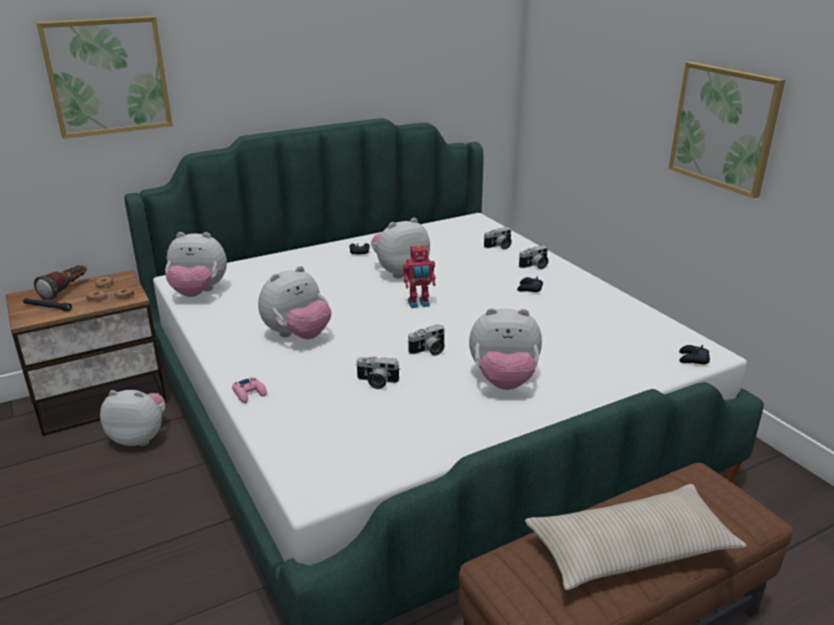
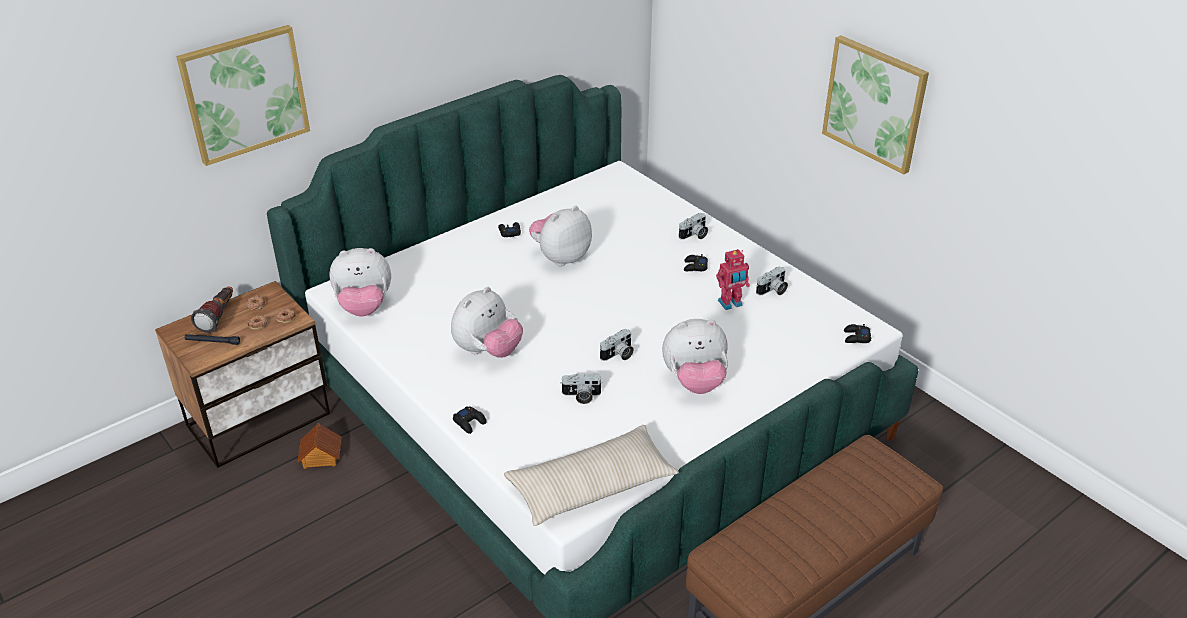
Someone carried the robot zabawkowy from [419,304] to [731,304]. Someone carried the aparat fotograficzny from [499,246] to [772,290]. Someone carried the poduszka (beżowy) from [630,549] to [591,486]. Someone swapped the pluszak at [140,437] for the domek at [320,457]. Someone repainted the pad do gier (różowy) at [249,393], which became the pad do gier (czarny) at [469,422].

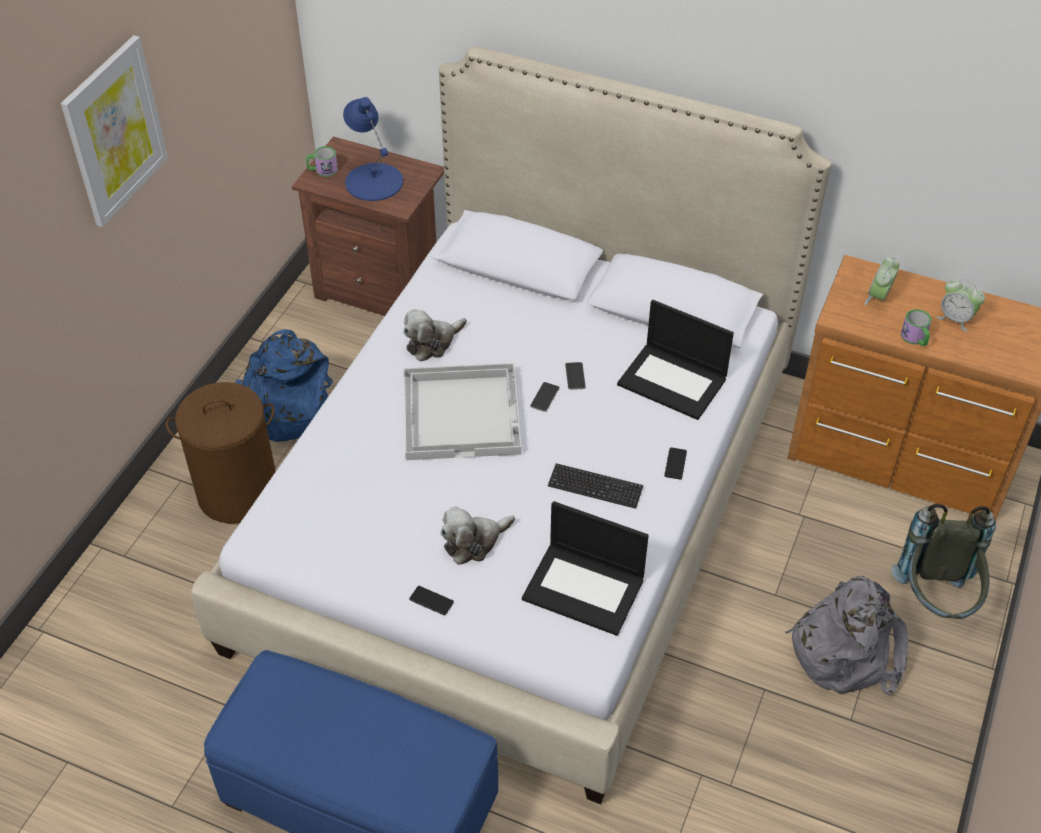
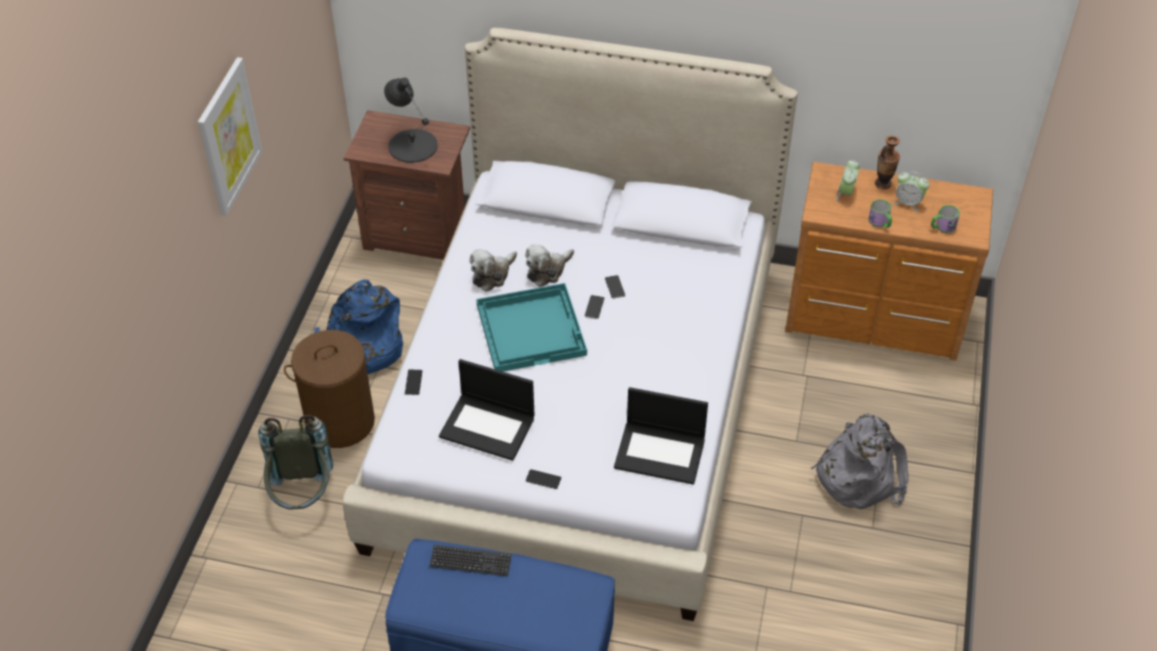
Someone put down the wazon at [883,184]. Someone carried the kubek from [322,170] to [942,227]. Someone carried the pluszak from [474,542] to [547,271]. Someone carried the klawiatura from [595,487] to [470,561]. Someone carried the laptop from [673,381] to [488,427]. Someone carried the telefon from [675,464] to [413,382]. Someone carried the plecak (szary) from [936,602] to [302,497]. Someone repainted the lampa stołowa (niebieski) at [374,181], which became the lampa stołowa (czarny) at [412,145]. Someone repainted the taca (biały) at [462,413], which became the taca (turkusowy) at [531,329].

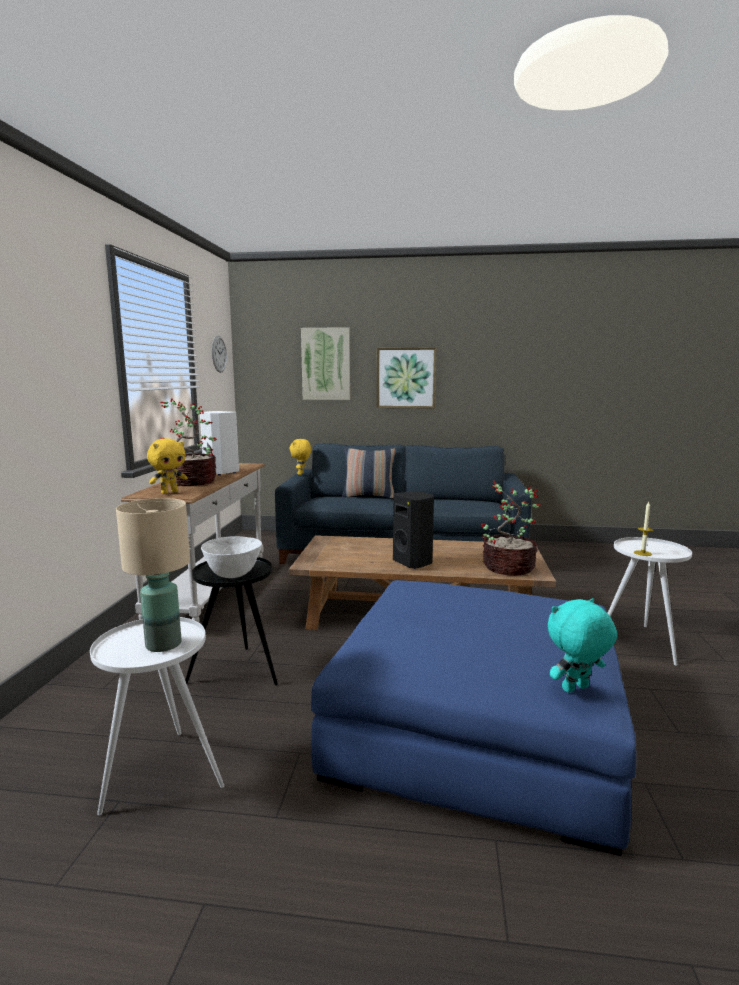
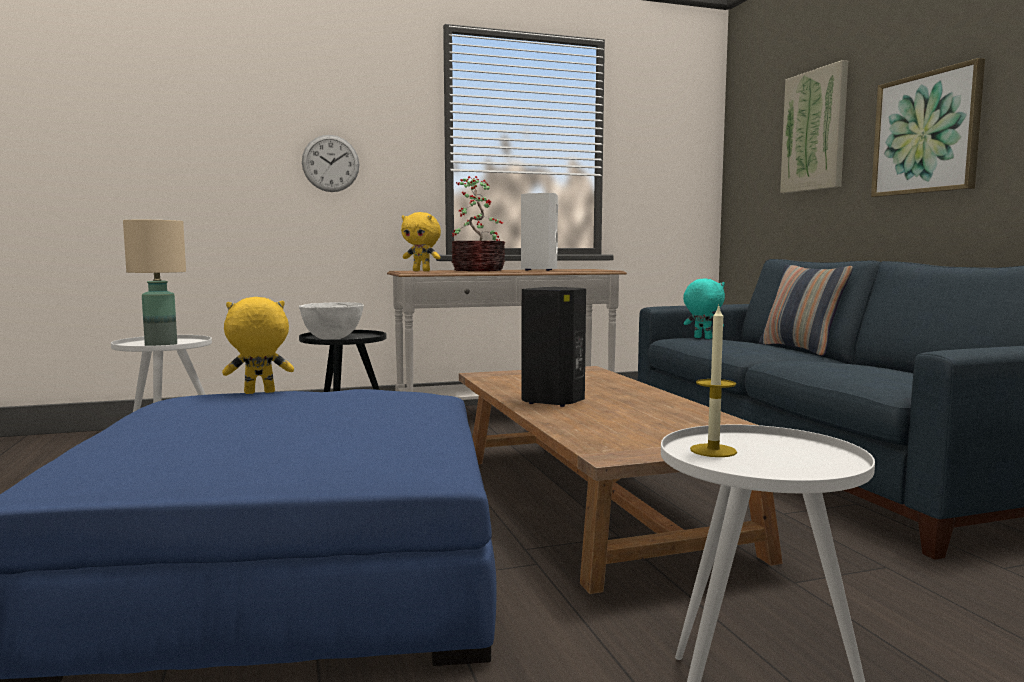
Someone took away the roślina doniczkowa at [507,568]. Someone carried the zegar ścienny from [219,354] to [330,163]. Someone carried the pluszak (żółty) from [301,474] to [259,393]. Someone carried the pluszak (turkusowy) from [576,689] to [702,338].

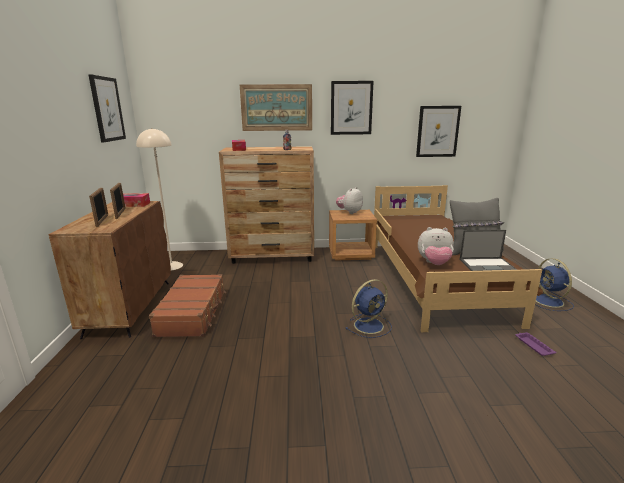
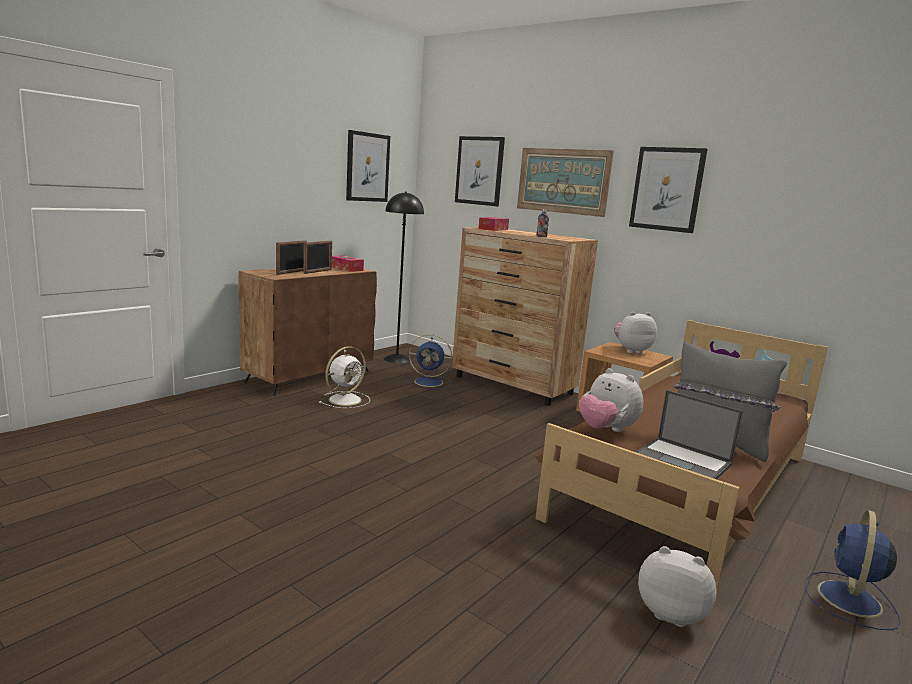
Someone carried the wentylator (niebieski) from [369,325] to [430,382]. Someone carried the obraz from [437,131] to [479,171]. Someone swapped the walizka (brązowy) at [193,312] for the wentylator (biały) at [346,399]. Someone swapped the taca (fioletowy) at [533,345] for the pluszak at [671,613]. Someone repainted the lampa stojąca (beżowy) at [171,266], which became the lampa stojąca (czarny) at [396,359].

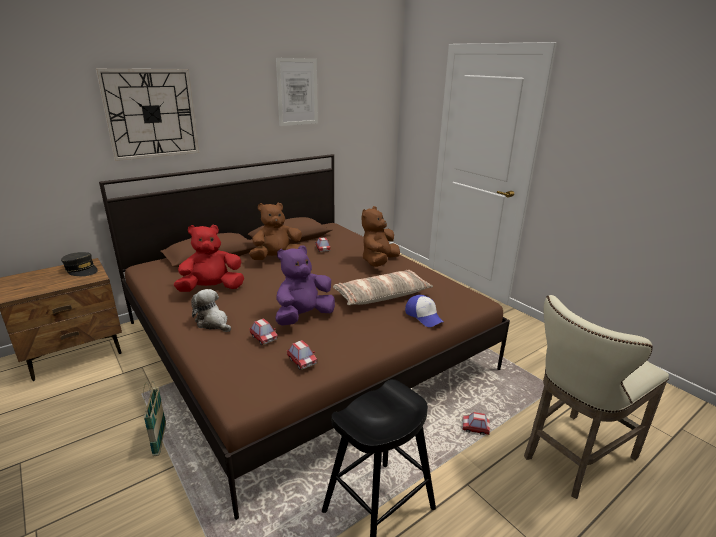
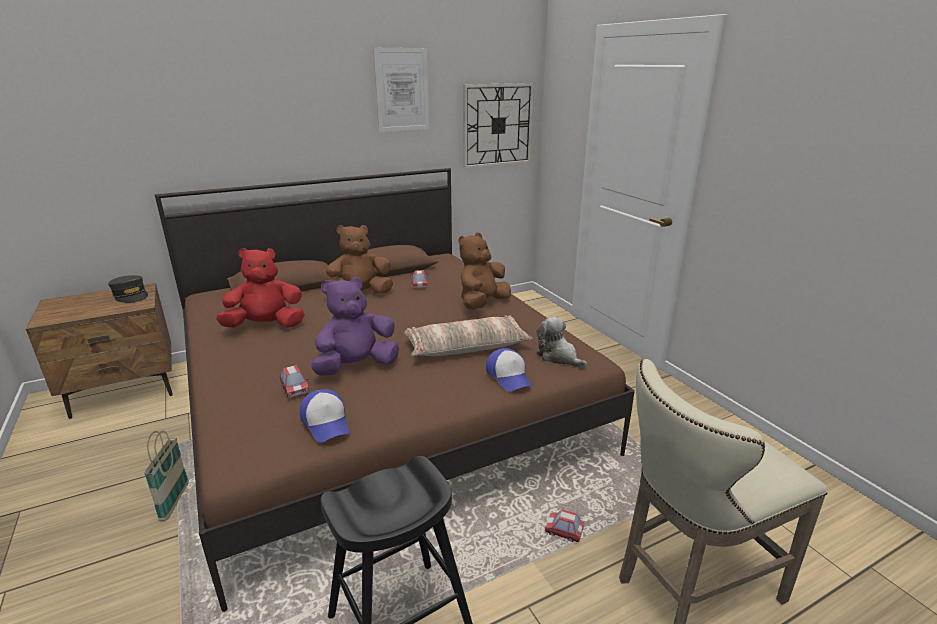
Someone carried the zegar ścienny from [151,114] to [497,125]. Someone carried the pluszak from [213,323] to [558,357]. Someone swapped the samochodzik at [302,361] for the czapka z daszkiem at [326,422].

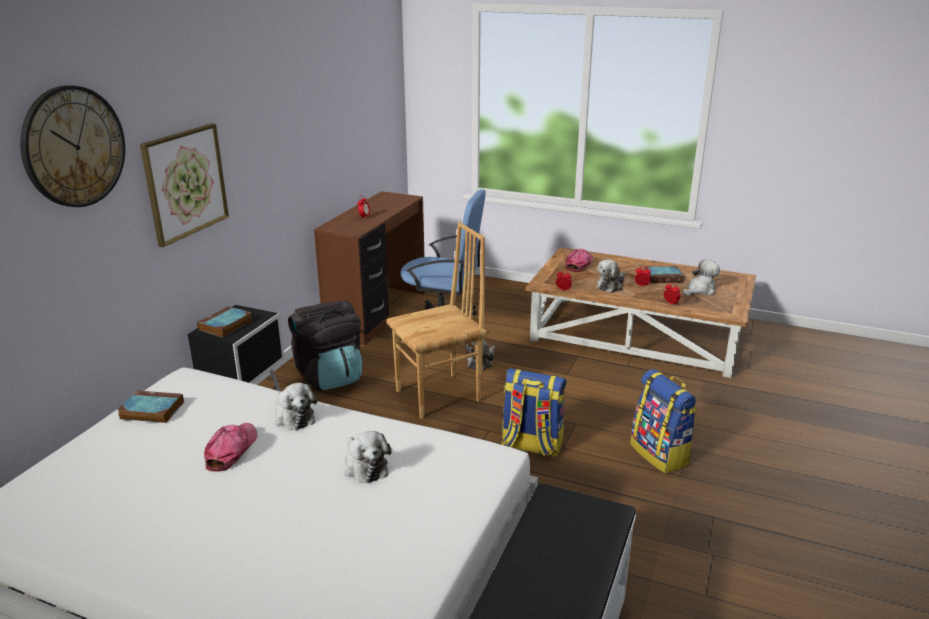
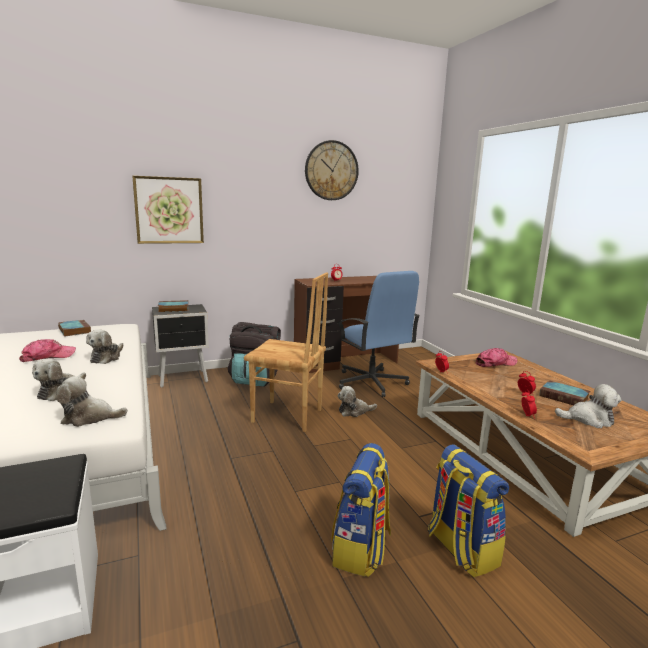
Someone carried the zegar ścienny from [73,147] to [331,170]. Someone carried the plecak from [531,446] to [460,549]. Someone carried the pluszak from [611,285] to [89,417].

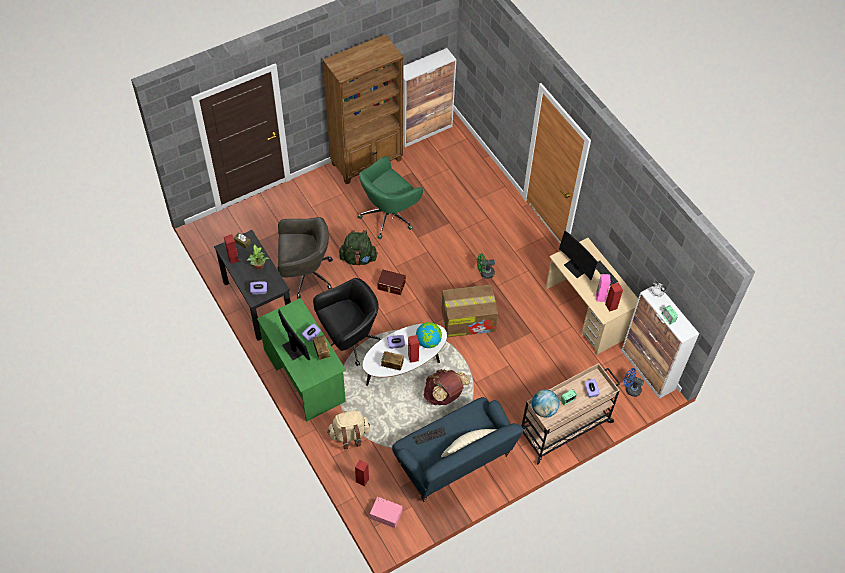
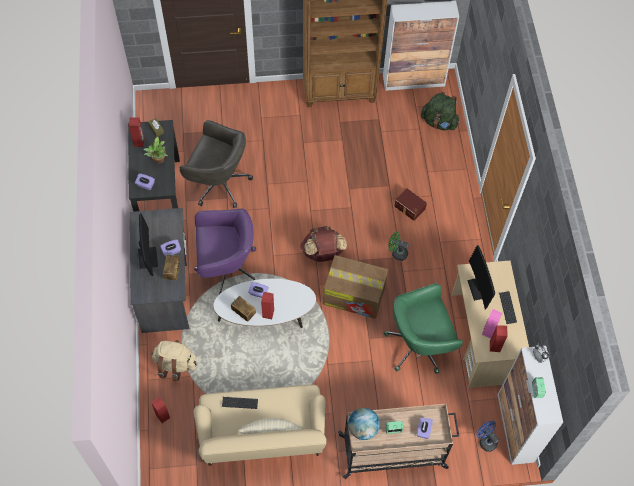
Someone took away the pojemnik do przechowywania (różowy) at [386,514]. Someone took away the globus at [428,341]. Someone carried the plecak (zielony) from [358,258] to [439,122]. Someone carried the krzesło biurowe (zielony) from [389,215] to [419,345]. Someone carried the pojemnik do przechowywania (brązowy) from [391,286] to [409,208]. Someone carried the plecak (brązowy) from [444,395] to [323,253]. Someone repainted the biurko (zielony) at [304,375], which became the biurko (szary) at [164,285]. Someone repainted the krzesło biurowe (czarny) at [349,340], which became the krzesło biurowe (fioletowy) at [226,268]. Someone repainted the kanapa (niebieski) at [454,461], which became the kanapa (beżowy) at [262,437].

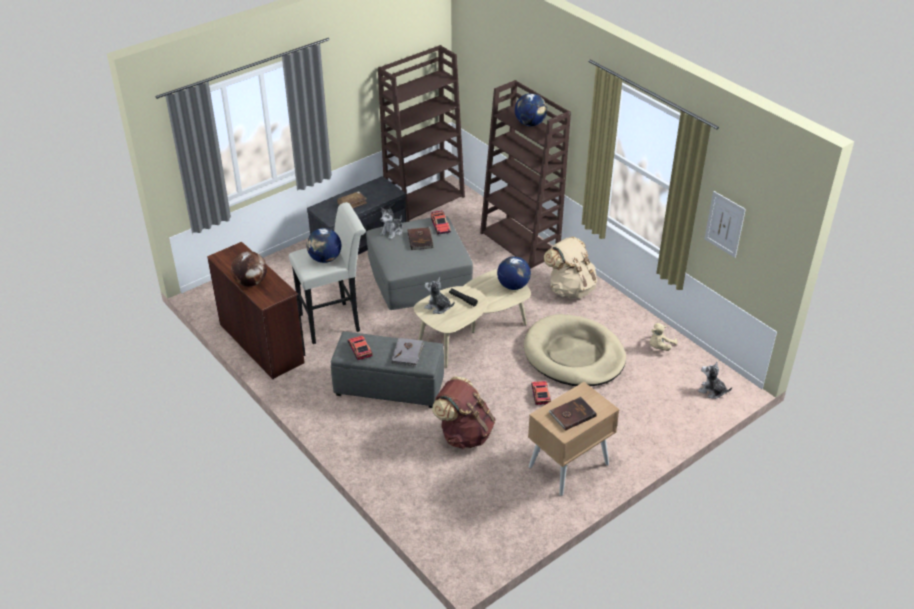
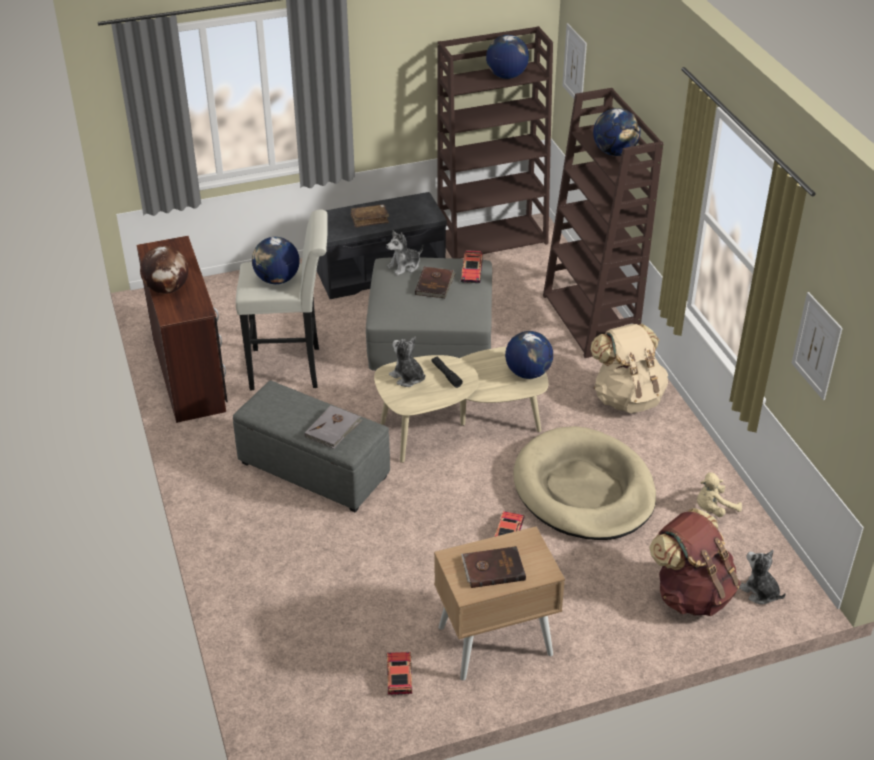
Someone put down the globus at [506,76]. Someone put up the obraz at [575,65]. Someone carried the samochodzik from [360,349] to [399,675]. Someone carried the plecak (brązowy) from [464,434] to [691,593].

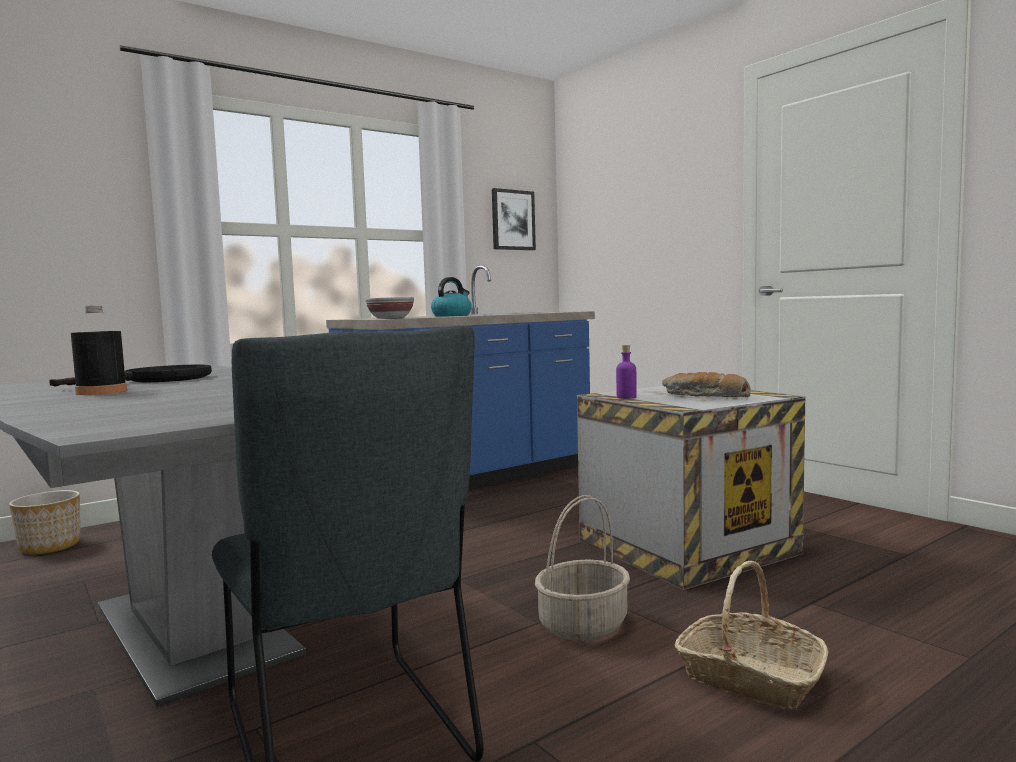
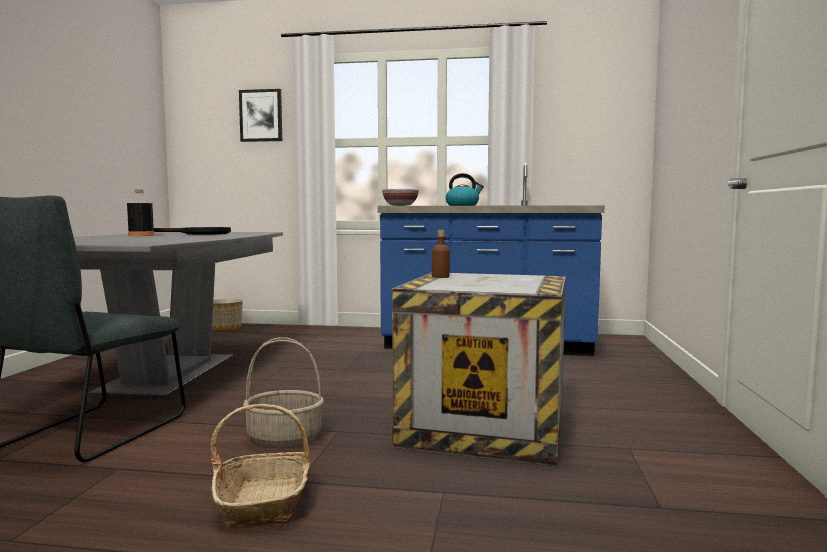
Someone took away the chleb at [705,396]. Someone carried the obraz from [512,220] to [261,115]. Someone repainted the butelka (fioletowy) at [626,397], which became the butelka (brązowy) at [440,277].

